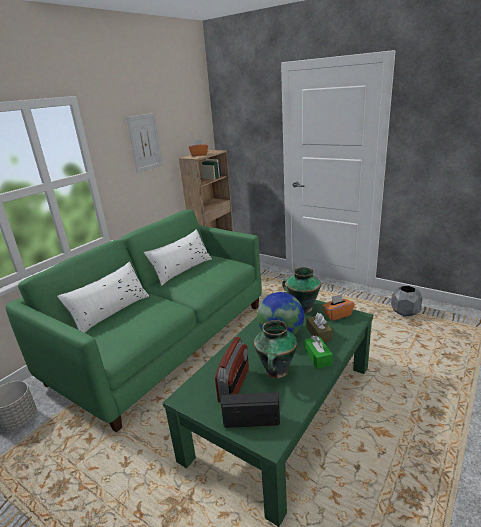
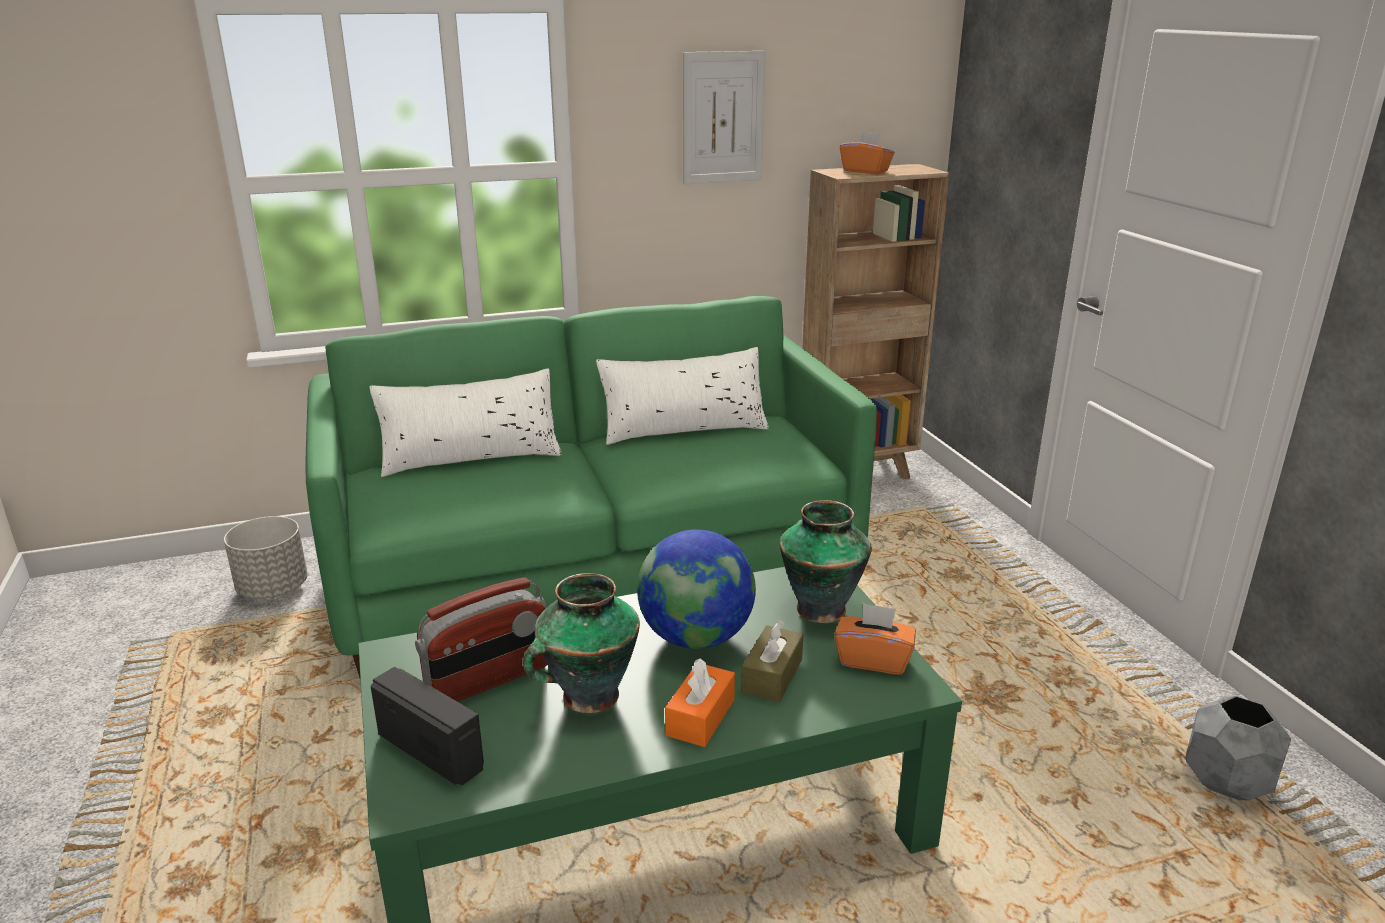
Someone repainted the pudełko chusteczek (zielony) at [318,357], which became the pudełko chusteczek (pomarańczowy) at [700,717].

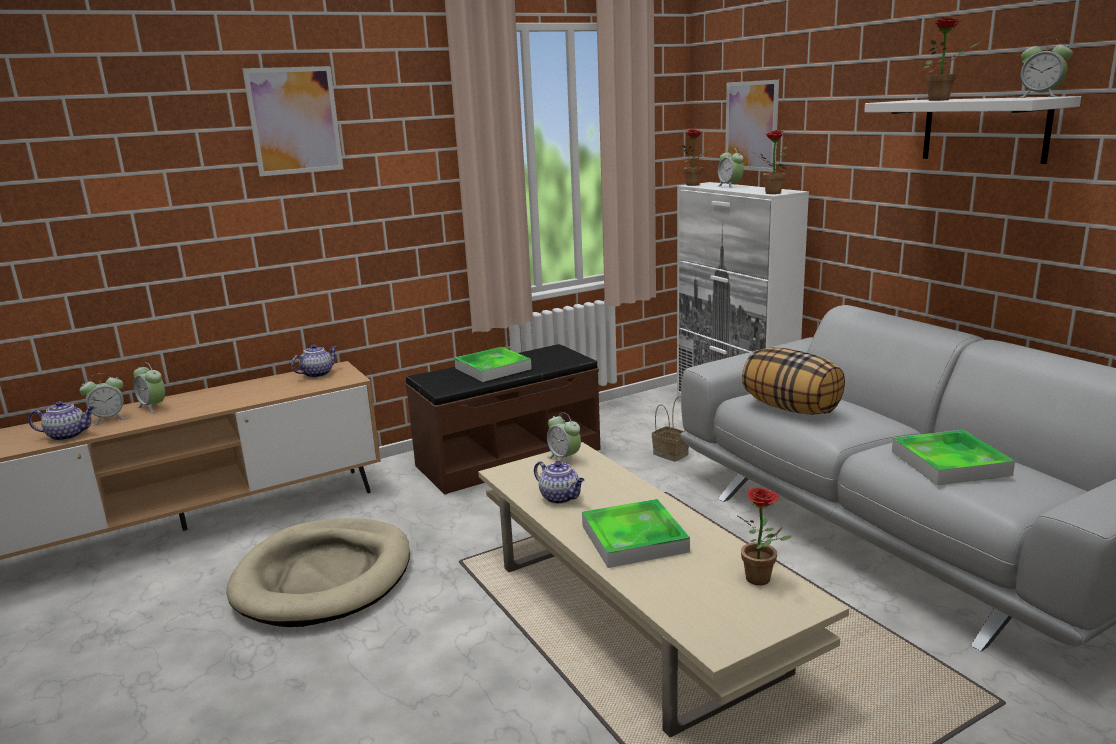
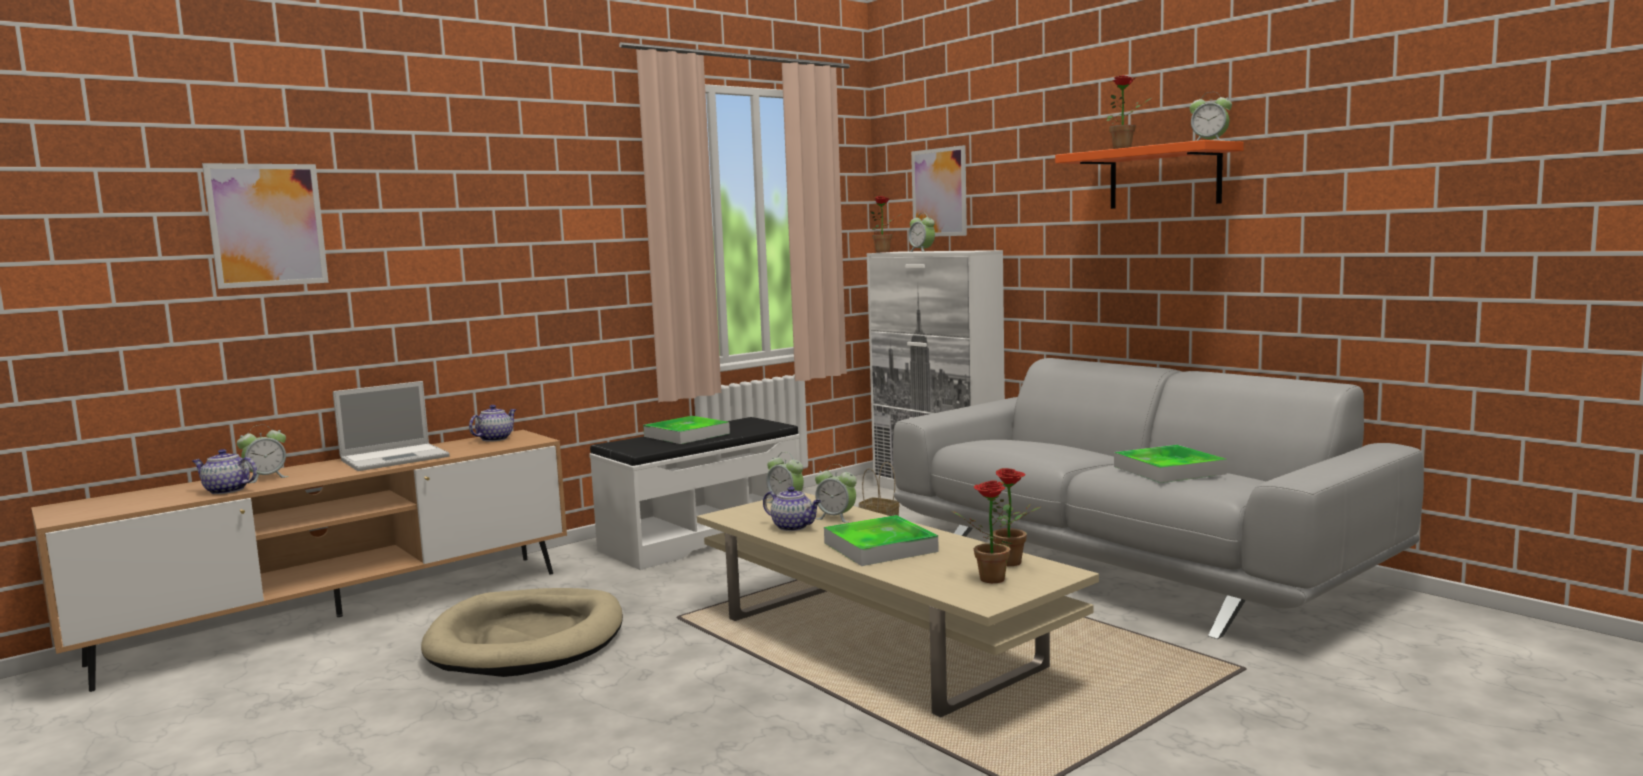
Someone took away the poduszka at [791,408]. Someone put down the laptop at [396,458]. Someone carried the budzik from [153,407] to [836,518]. Someone carried the obraz from [294,121] to [267,225]. Someone carried the roślina doniczkowa from [769,193] to [986,579]. Someone repainted the ławka (brązowy) at [508,457], which became the ławka (biały) at [701,538]. Someone repainted the półka (biały) at [984,129], which became the półka (pomarańczowy) at [1164,177]. Someone rotated the imbryk at [68,435] by 150 degrees counterclockwise.

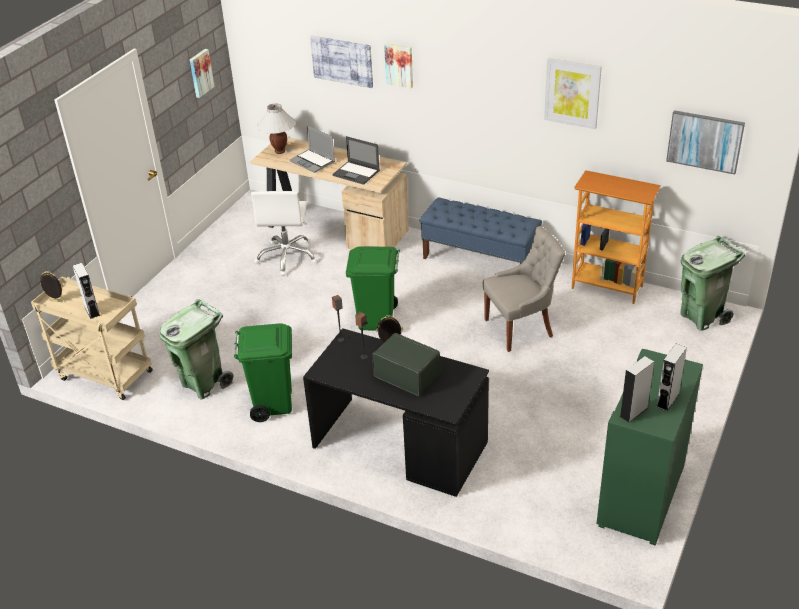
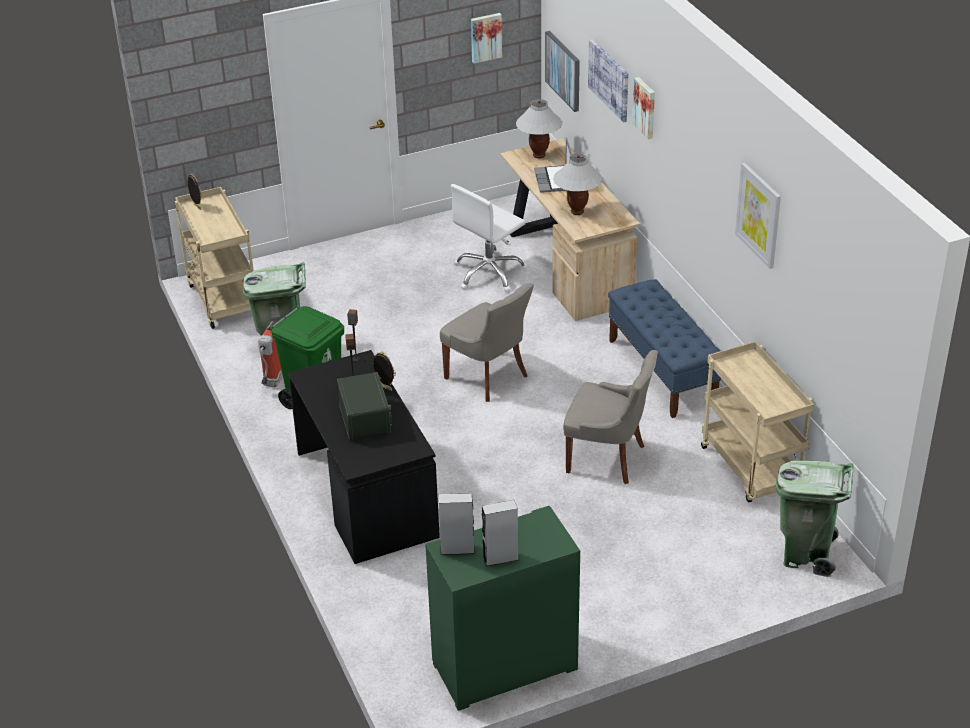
Someone took away the głośnik (szary) at [92,310]. Someone put down the gaśnica at [272,383]. Someone carried the obraz from [705,141] to [564,70]. Someone swapped the laptop at [356,173] for the lampa stołowa (biały) at [577,212]. Someone swapped the kosz na śmieci (zielony) at [377,321] for the krzesło (szary) at [488,377]. Someone swapped the regał at [607,287] for the wózek (beżowy) at [752,469].

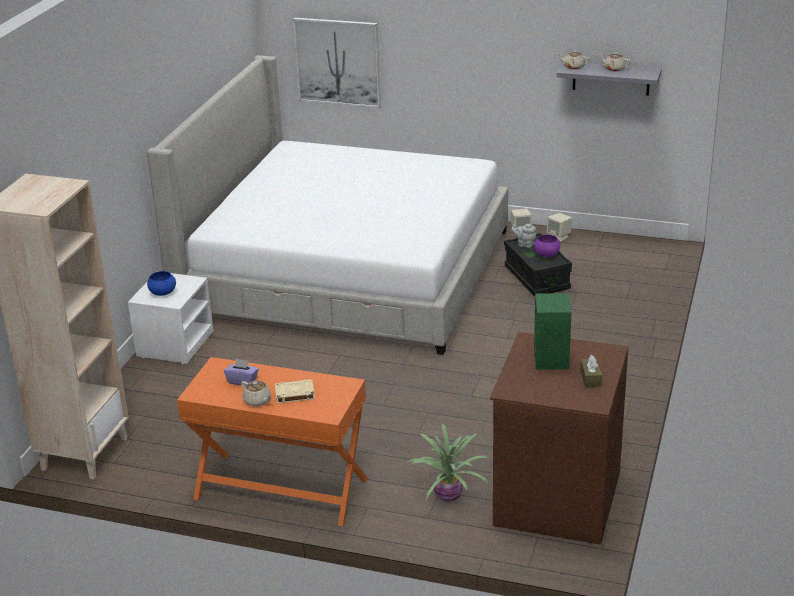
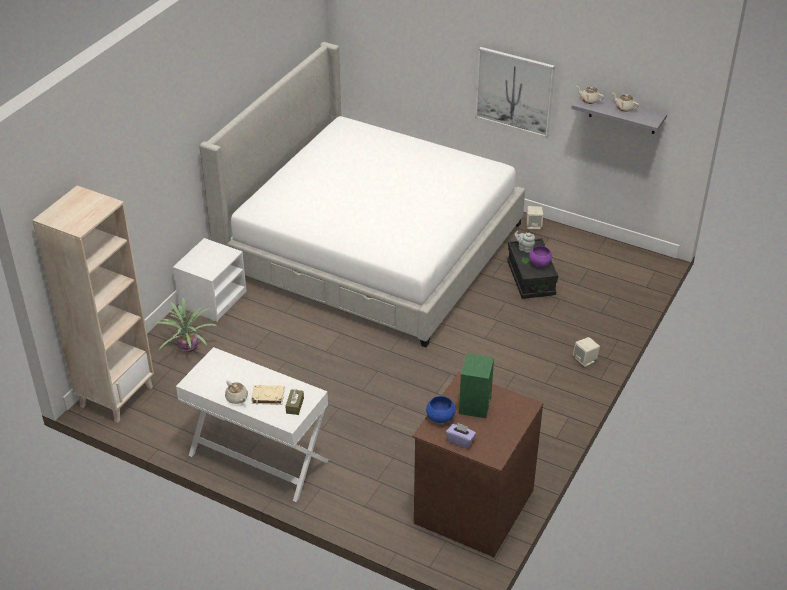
Someone carried the miska (niebieski) from [162,293] to [440,417]. Someone carried the pudełko chusteczek (fioletowy) from [242,381] to [460,440]. Someone carried the obraz from [337,62] to [514,91]. Someone carried the roślina doniczkowa from [447,497] to [187,348]. Someone carried the głośnik (beżowy) from [559,236] to [585,360]. Someone carried the pudełko chusteczek (brązowy) from [590,378] to [295,405]. Someone repainted the stolik konsolowy (pomarańczowy) at [280,489], which became the stolik konsolowy (biały) at [258,458].

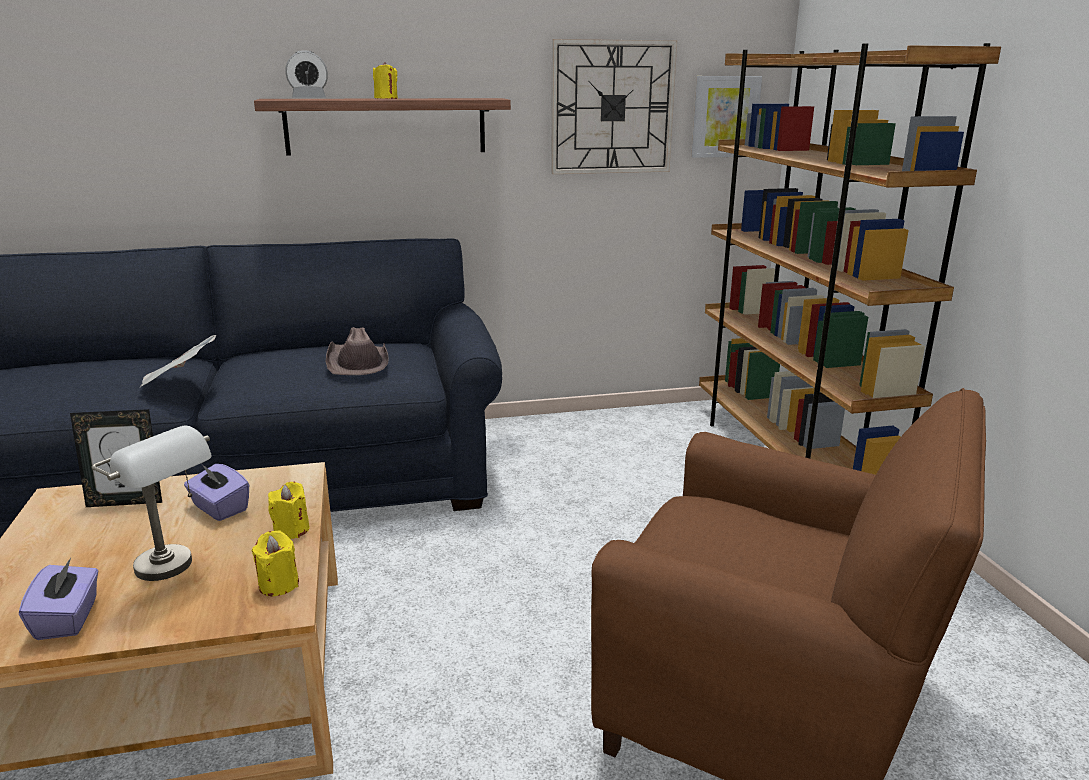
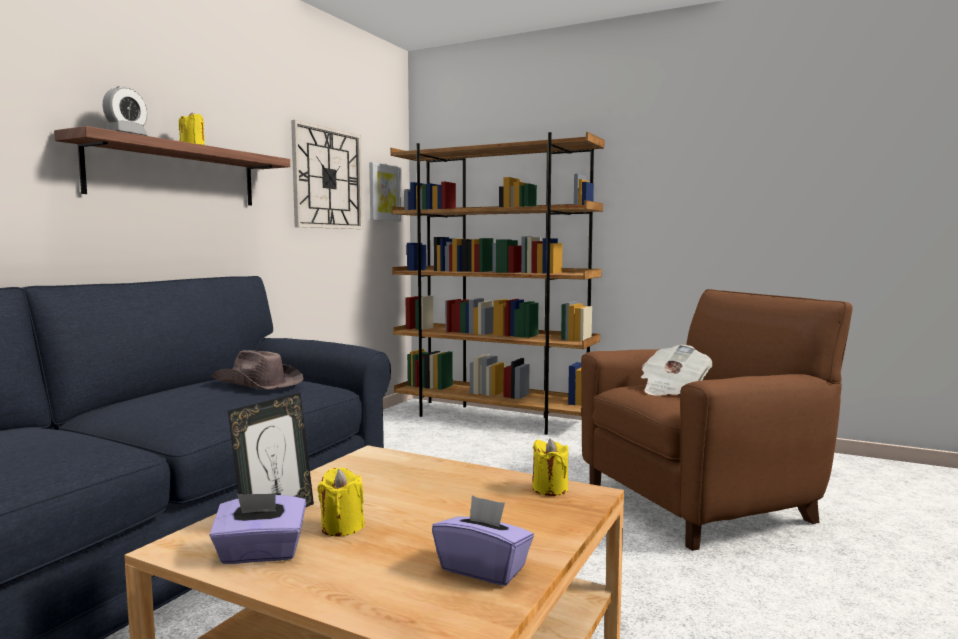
Someone took away the lampa stołowa (szary) at [176,570]. Someone carried the gazeta from [179,382] to [672,389]. Someone carried the pudełko chusteczek (fioletowy) from [219,508] to [260,554]. Someone carried the świeca (żółty) from [291,530] to [342,527].

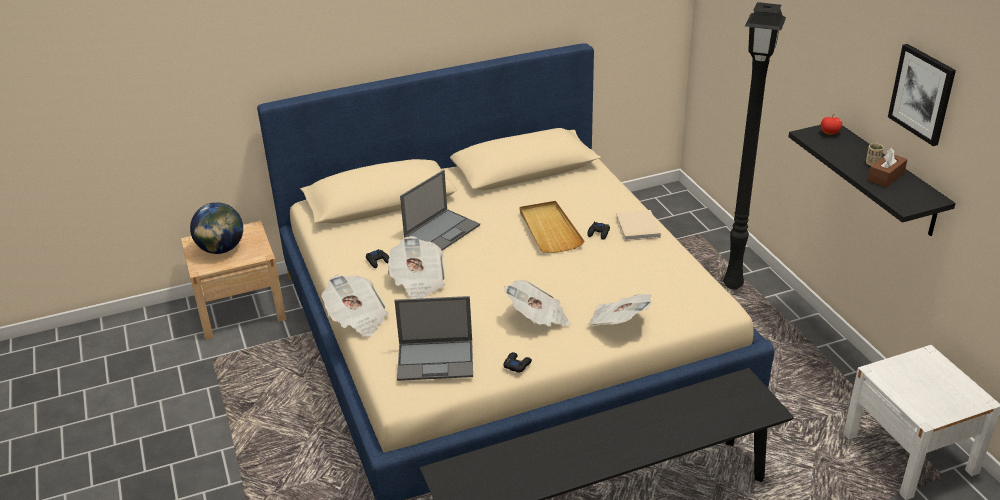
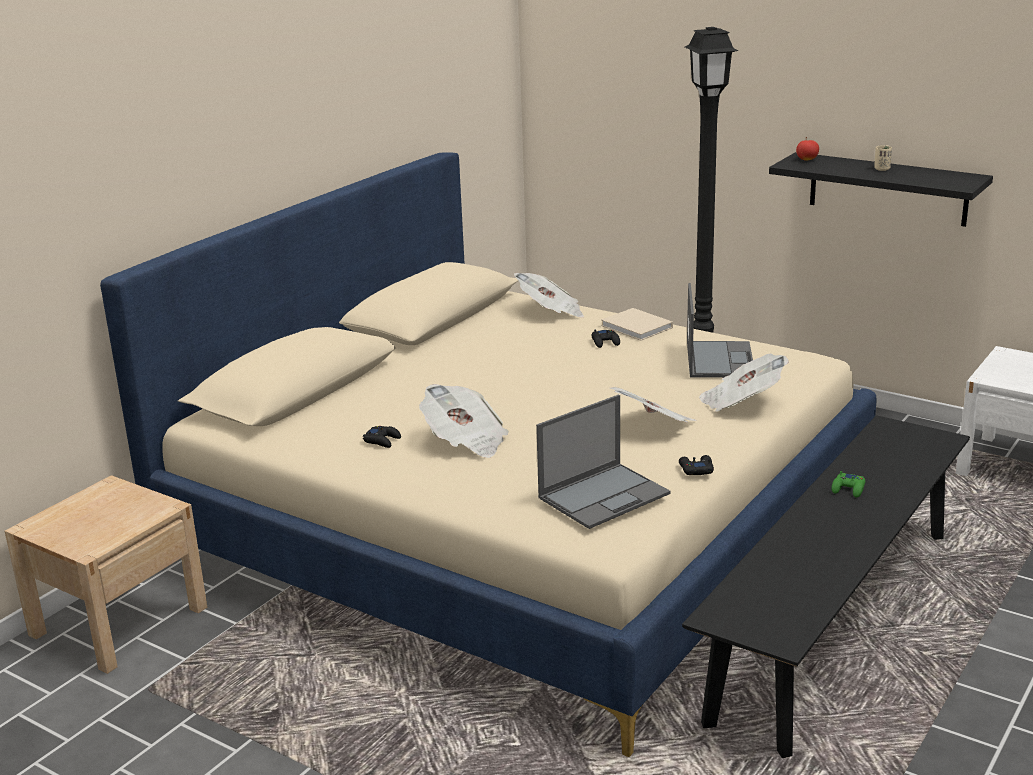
Someone took away the globus at [221,249]. Someone took away the taca (beżowy) at [549,229]. Someone took away the pudełko chusteczek (brązowy) at [886,177]. Someone took away the obraz at [922,94]. Someone put down the pad do gier (zielony) at [848,489]. Someone carried the gazeta from [357,319] to [551,312]. Someone carried the laptop from [442,230] to [719,359].

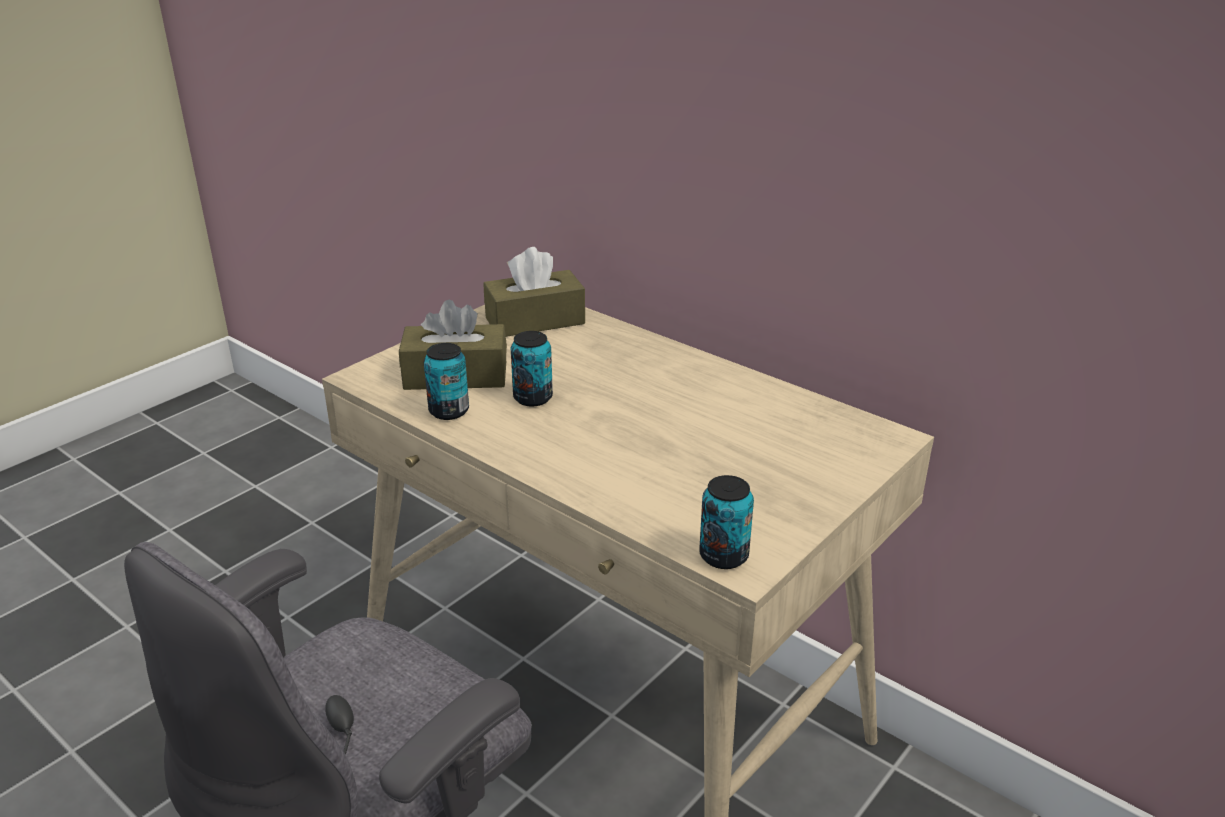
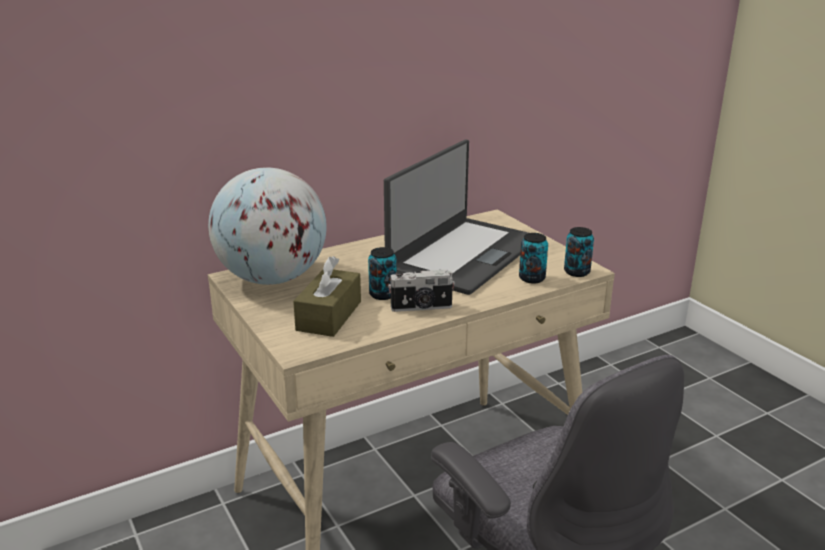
Someone put down the laptop at [463,255]. Someone put down the aparat fotograficzny at [421,308]. Someone carried the puszka from [449,411] to [532,278]. Someone swapped the pudełko chusteczek (brązowy) at [535,321] for the globus at [272,279].

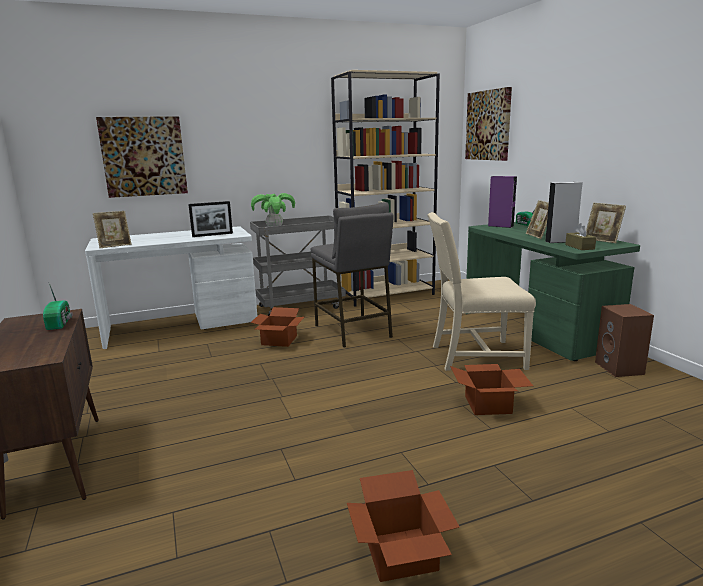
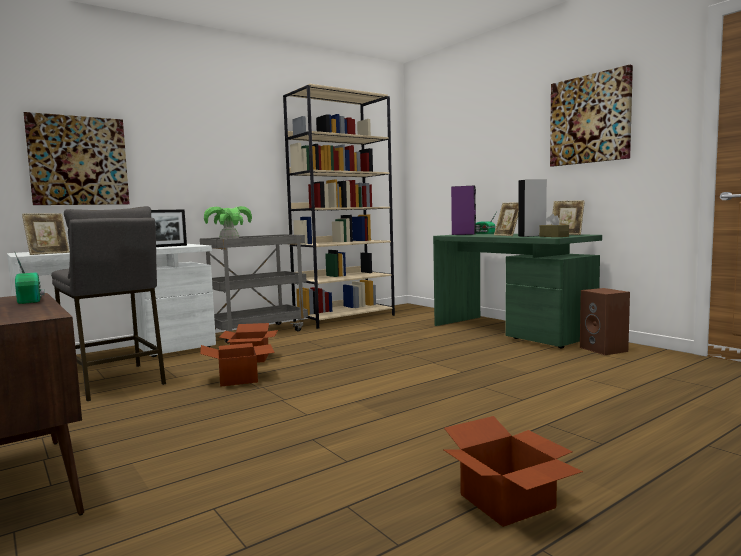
Someone took away the krzesło (beżowy) at [474,356]. Someone carried the stołek (szary) from [353,331] to [114,382]. Someone carried the karton from [489,405] to [239,379]. Someone carried the obraz from [488,125] to [590,119].

